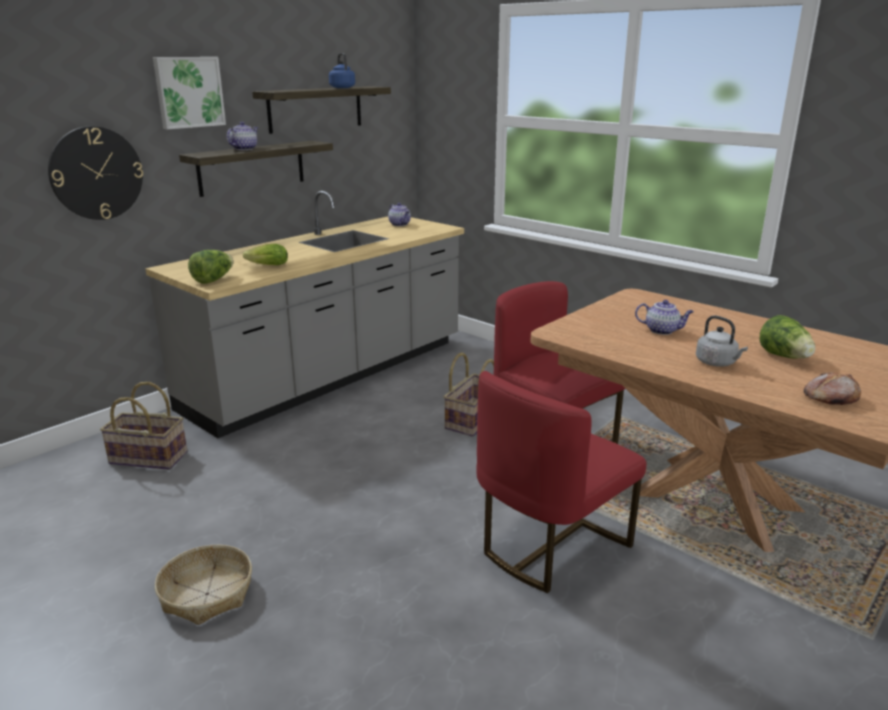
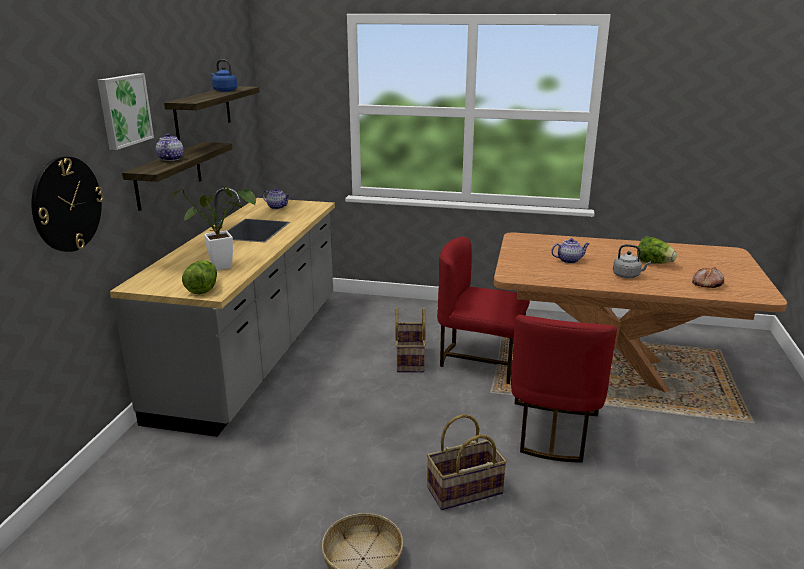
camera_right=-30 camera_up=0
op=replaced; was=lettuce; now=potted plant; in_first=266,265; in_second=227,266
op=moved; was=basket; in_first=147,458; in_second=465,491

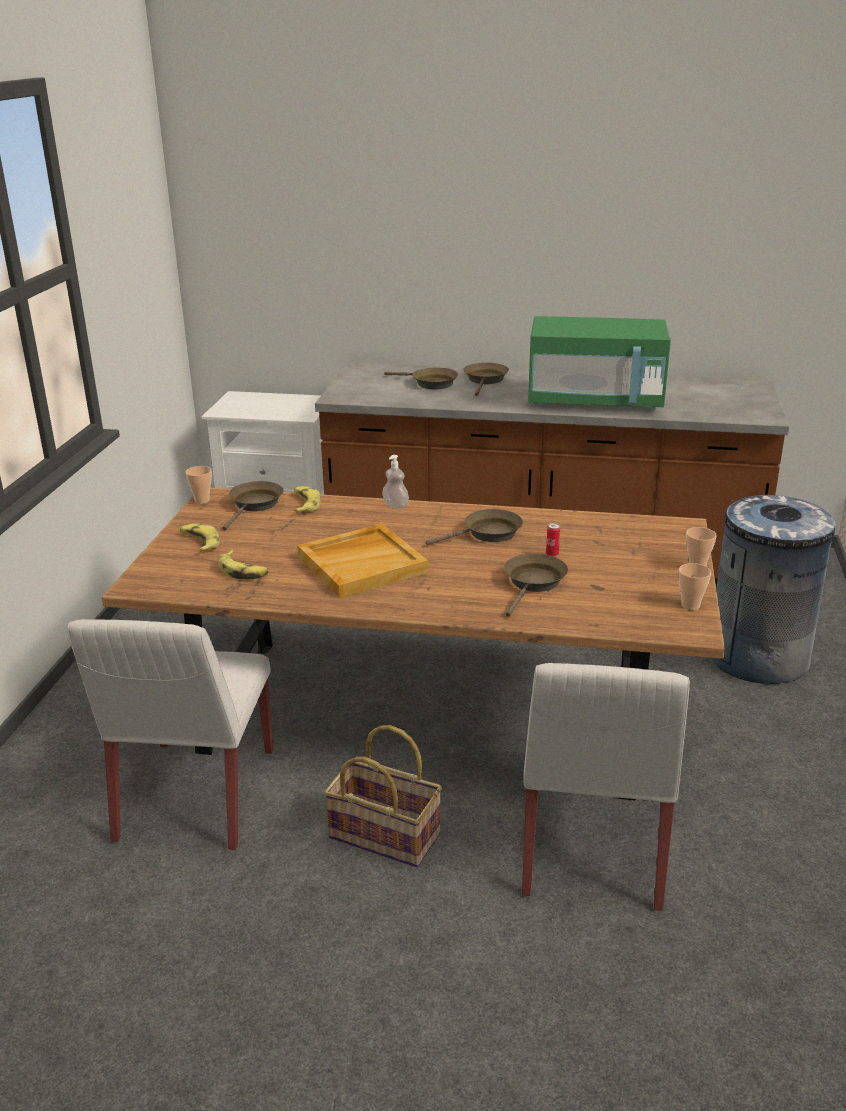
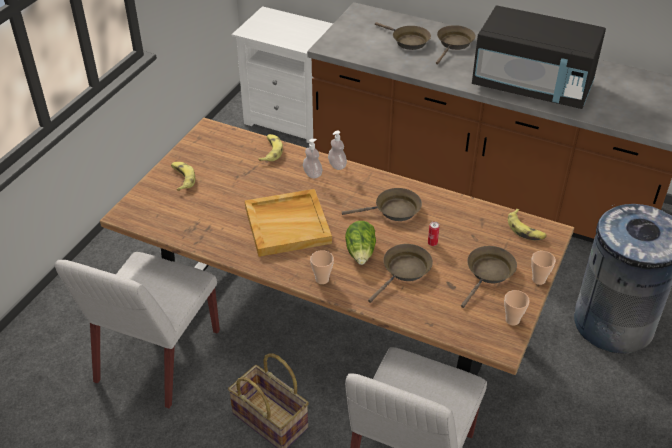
camera_right=15 camera_up=15
op=recoloured; was=microwave/green; now=microwave/black; in_first=595,401; in_second=532,86
op=moved; was=cup; in_first=202,500; in_second=322,279
op=moved; was=frying pan/brown; in_first=255,505; in_second=488,273
op=moved; was=banana; in_first=243,571; in_second=525,230
op=added; now=soap dispenser; in_second=312,174
op=added; now=lettuce; in_second=361,252

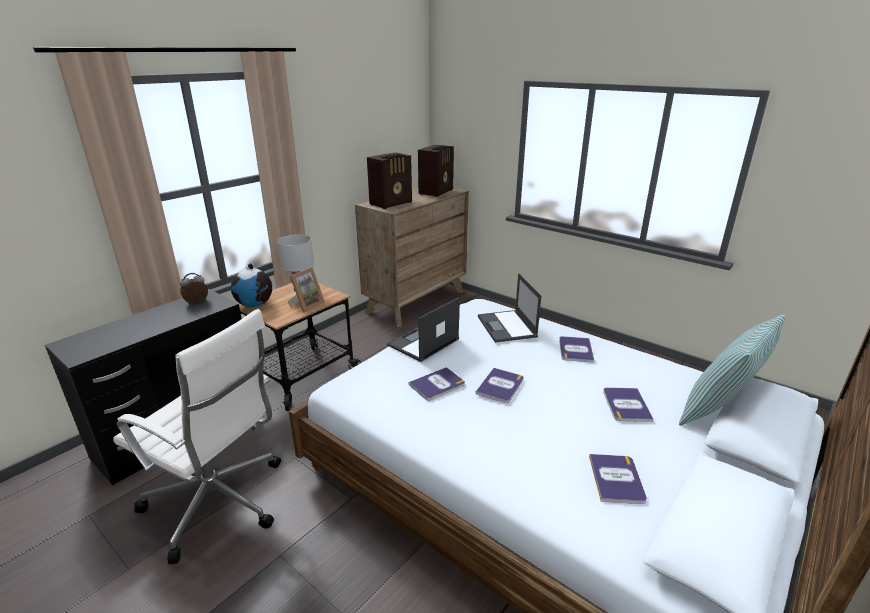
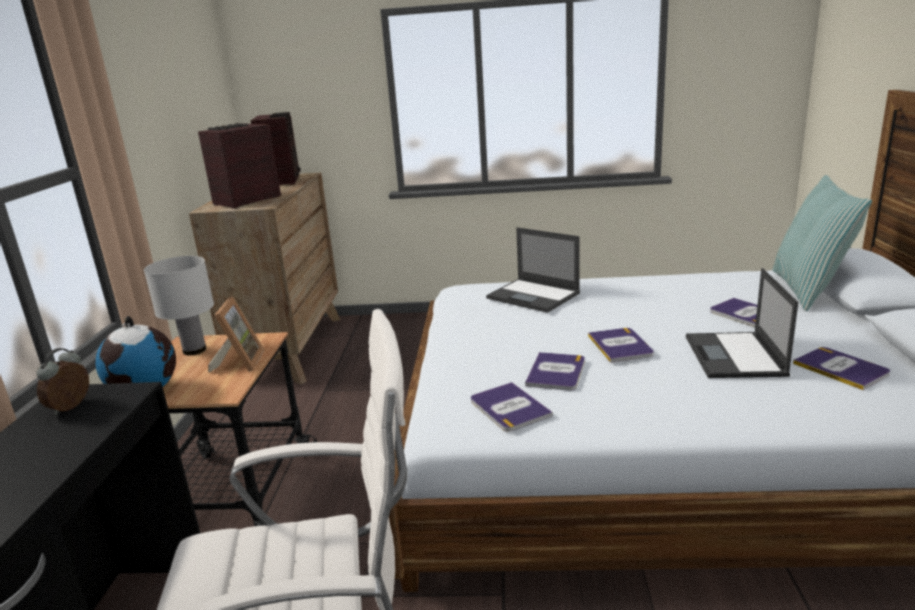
camera_right=-35 camera_up=-5
op=turned; was=radio; in_first=392,203; in_second=245,201; clockwise=-150
op=moved; was=laptop; in_first=423,342; in_second=735,356
op=moved; was=book; in_first=575,350; in_second=509,408

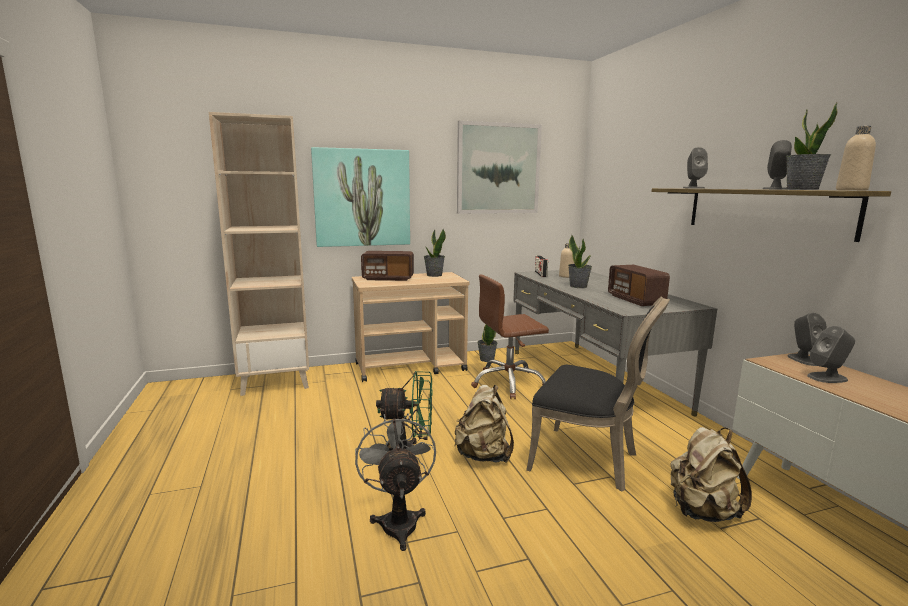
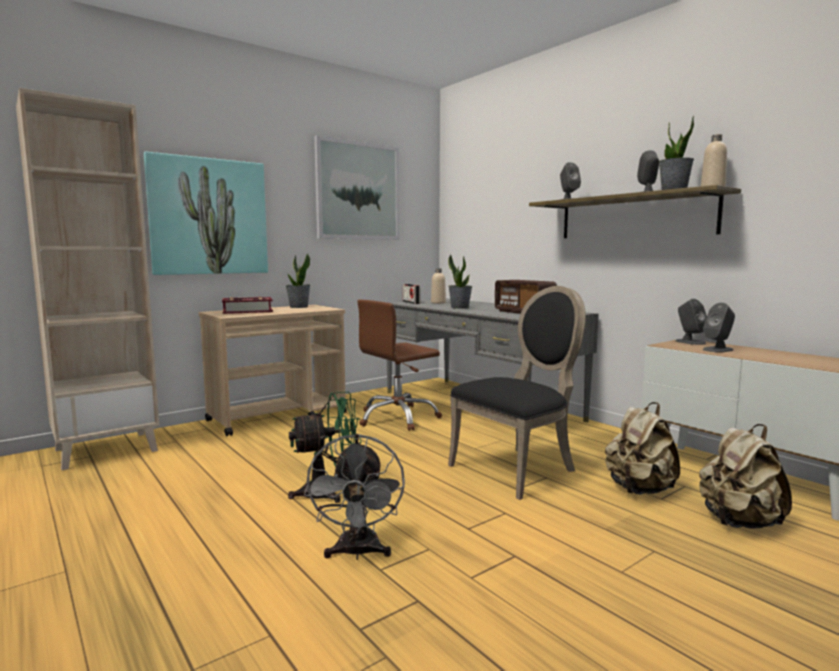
camera_right=-20 camera_up=-5
op=replaced; was=radio; now=book; in_first=388,278; in_second=247,311
op=turned; was=chair/black; in_first=588,460; in_second=518,468; clockwise=-45
op=removed; was=potted plant; in_first=486,359
op=moved; was=backpack/beige; in_first=483,456; in_second=739,522
op=turned; was=fan/grey; in_first=398,520; in_second=357,553; clockwise=-150

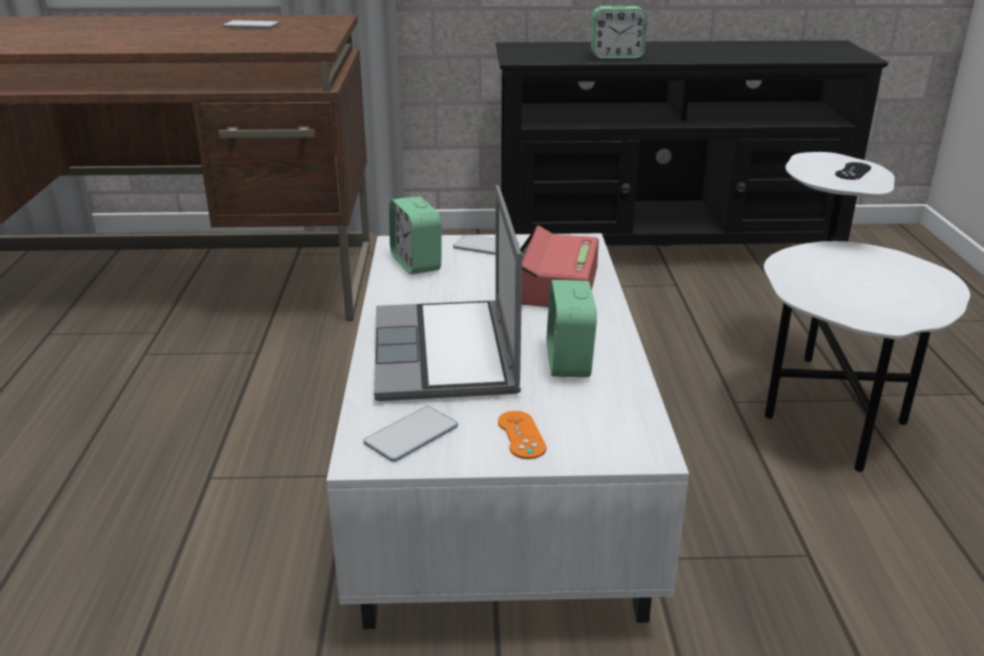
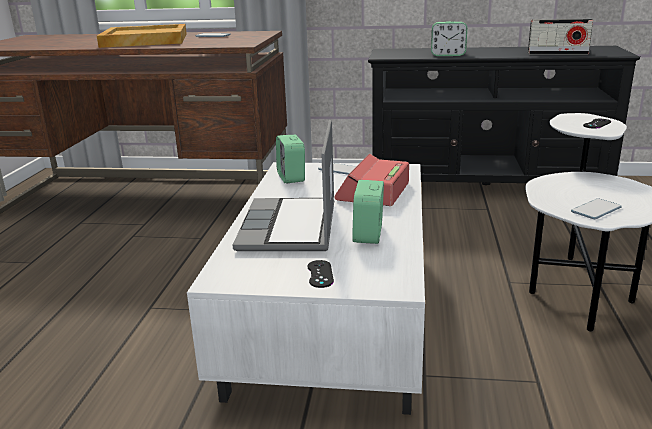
camera_right=10 camera_up=-5
op=moved; was=phone; in_first=411,435; in_second=596,210
op=recoloured; was=game controller/orange; now=game controller/black; in_first=521,435; in_second=320,274
op=added; now=radio; in_second=557,53
op=added; now=tray/beige; in_second=144,40

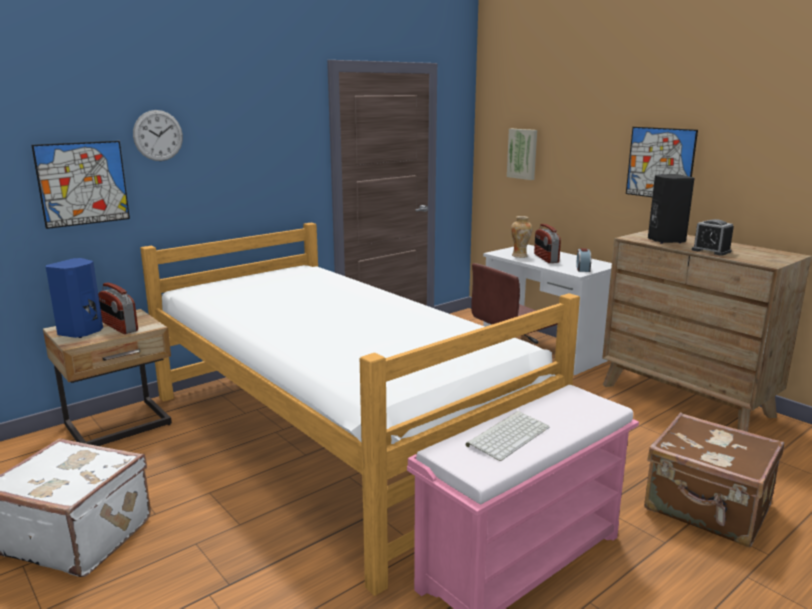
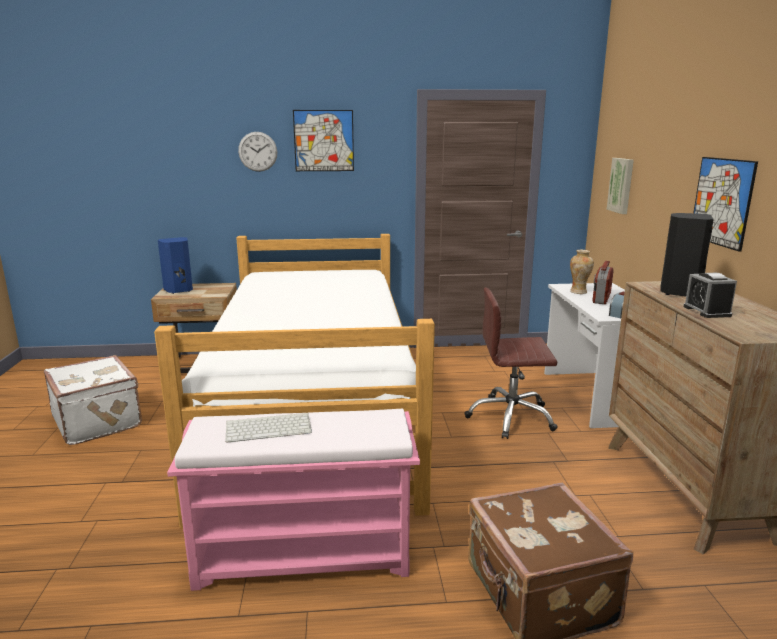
camera_right=35 camera_up=0
op=moved; was=picture; in_first=83,183; in_second=323,141
op=removed; was=radio; in_first=119,327

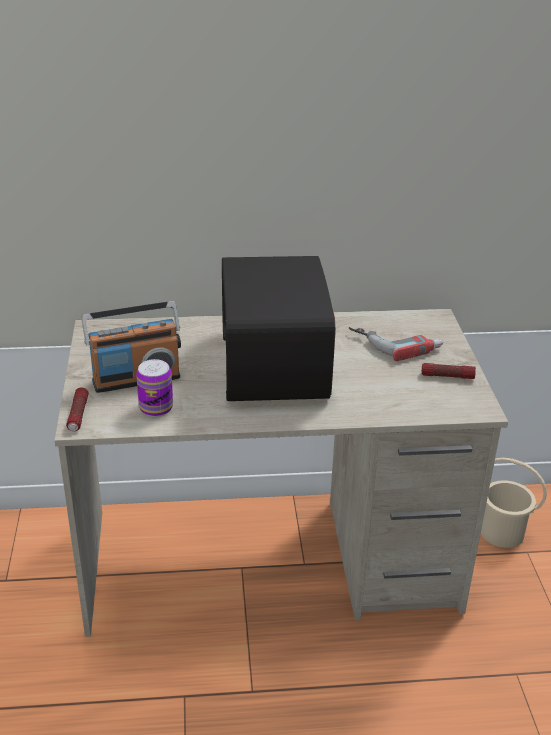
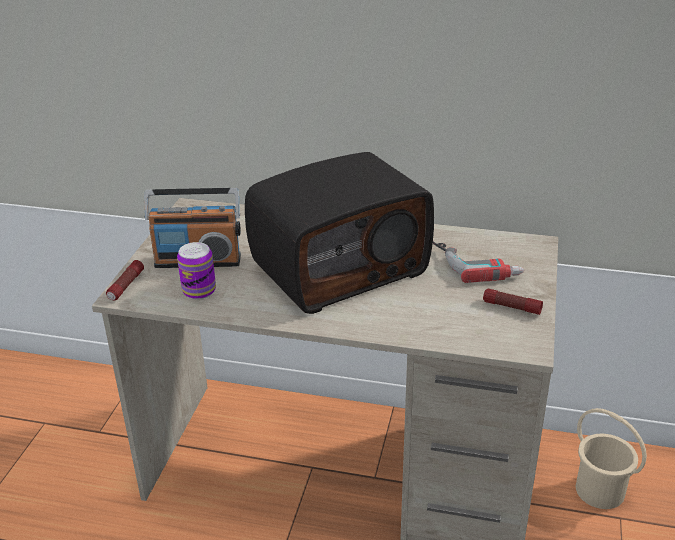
camera_right=20 camera_up=0
op=turned; was=radio; in_first=277,365; in_second=339,268; clockwise=-135

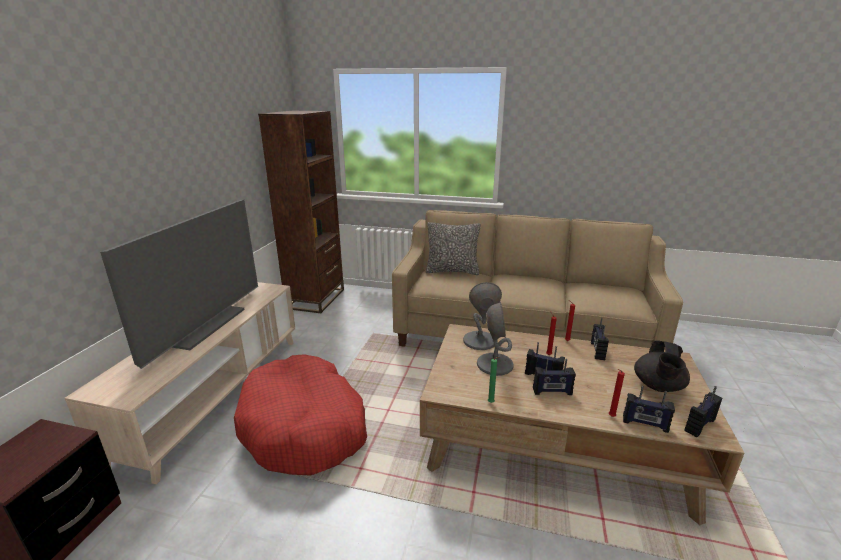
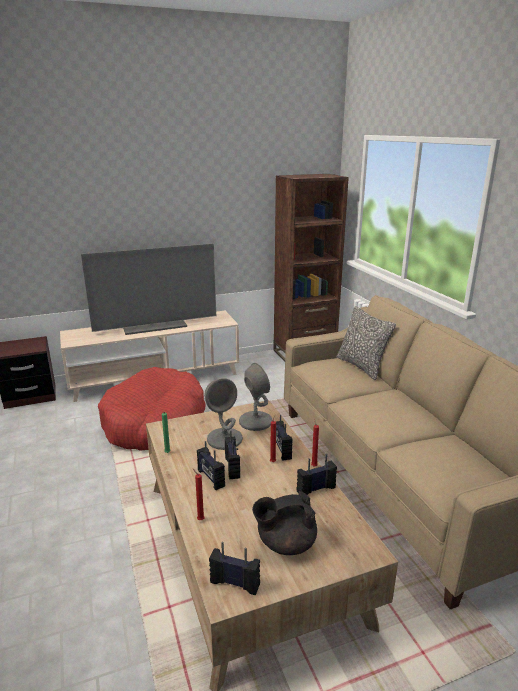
camera_right=55 camera_up=0
op=moved; was=radio; in_first=645,424; in_second=281,450

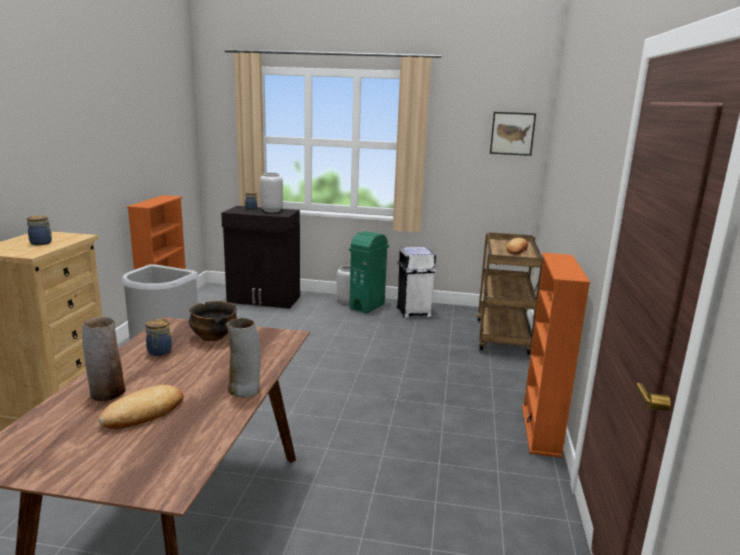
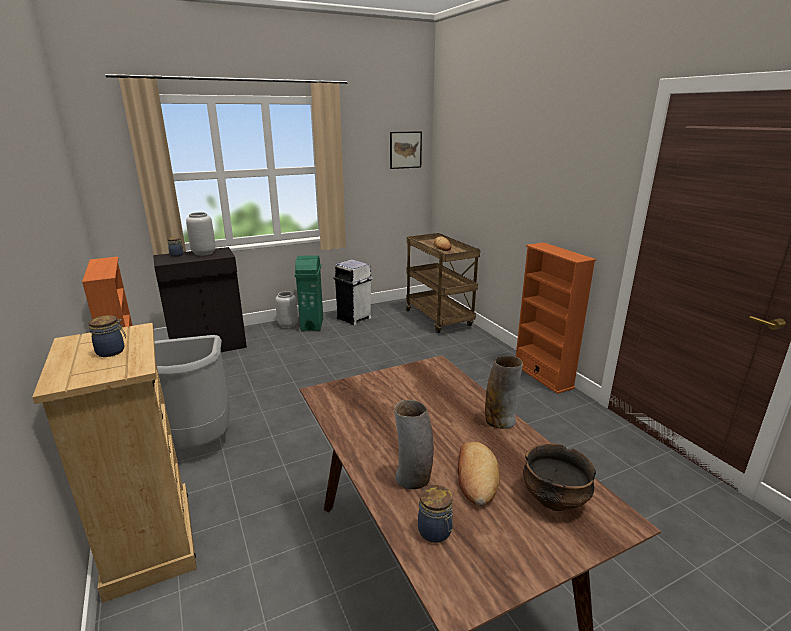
camera_right=-35 camera_up=5
op=moved; was=bowl; in_first=213,337; in_second=554,499
op=moved; was=jar; in_first=159,352; in_second=435,532

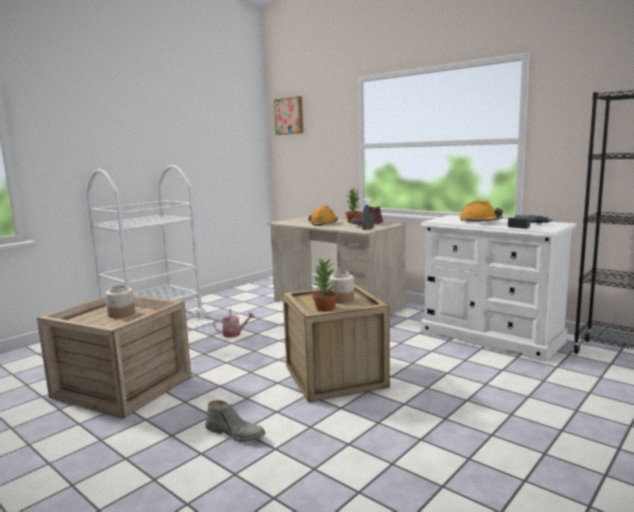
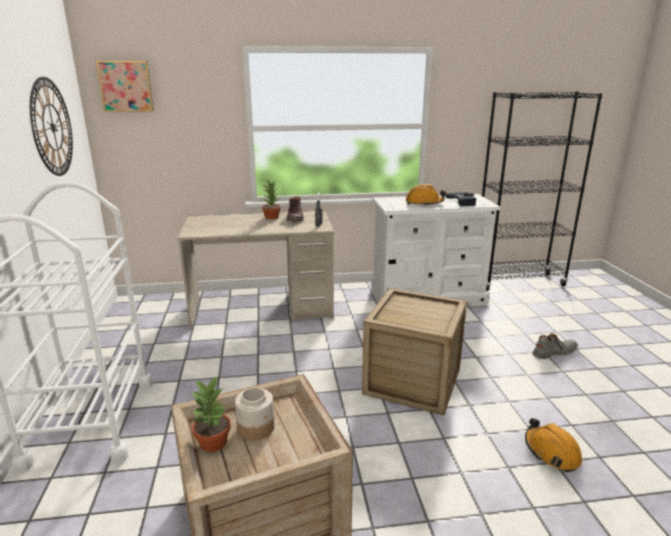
camera_right=-50 camera_up=10
op=moved; was=hard hat/orange; in_first=323,223; in_second=551,452
op=moved; was=potted plant; in_first=325,308; in_second=214,443
op=removed; was=jar; in_first=341,300
op=removed; was=watering can; in_first=234,334
op=moved; was=boot/grey; in_first=236,433; in_second=553,352
op=added; now=wall clock; in_second=52,127

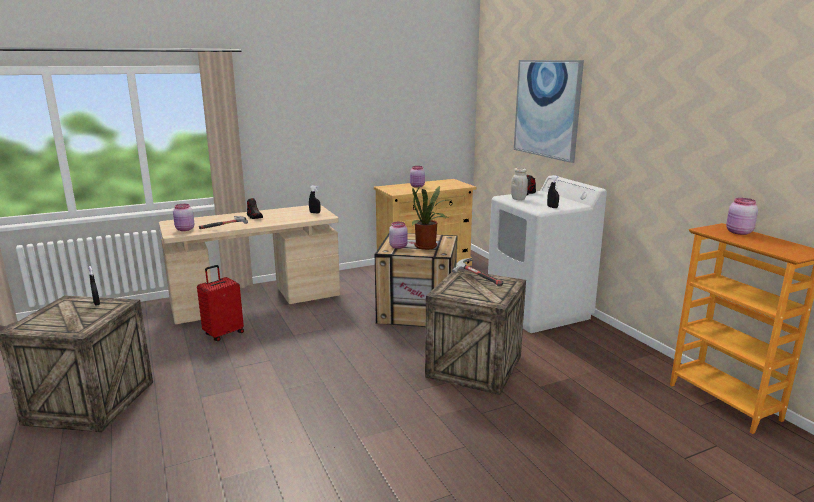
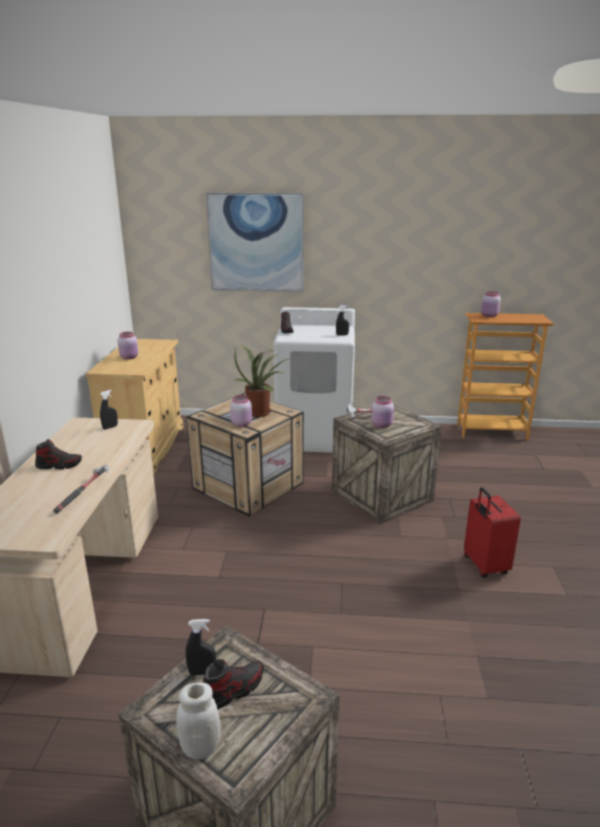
camera_right=-60 camera_up=5
op=moved; was=jar/white; in_first=518,199; in_second=200,748
op=moved; was=jar/pink; in_first=185,229; in_second=382,425
op=moved; was=suitcase/red; in_first=223,333; in_second=484,566
op=added; now=shoe; in_second=232,690

